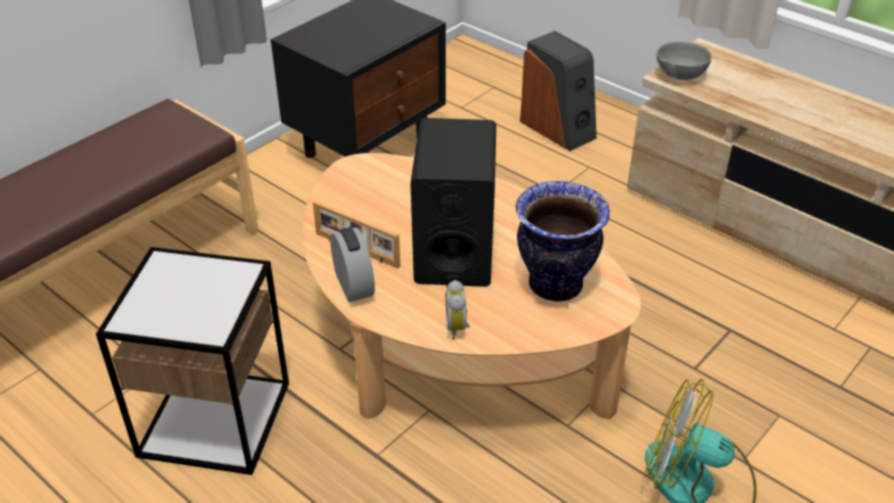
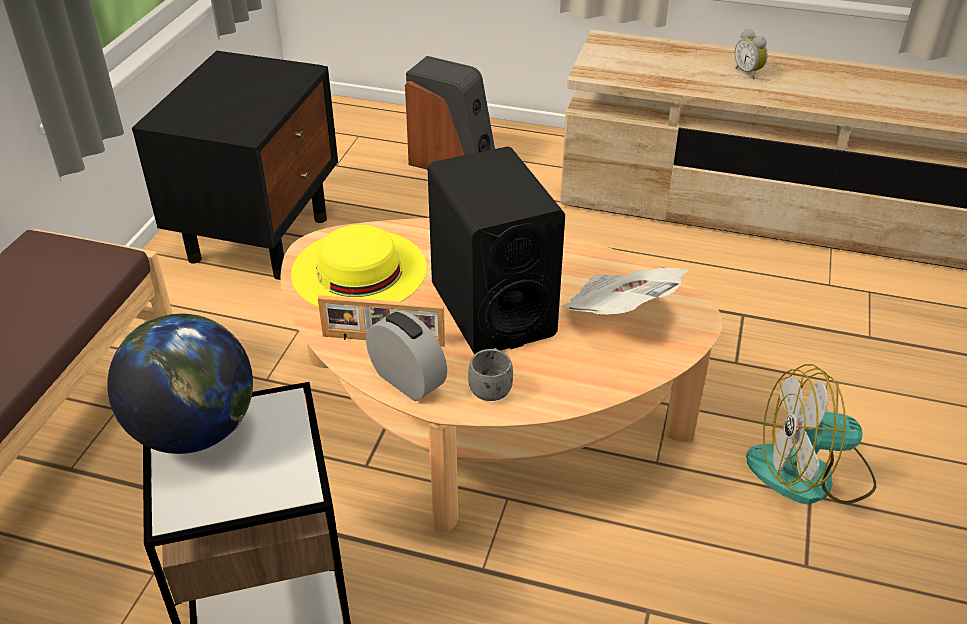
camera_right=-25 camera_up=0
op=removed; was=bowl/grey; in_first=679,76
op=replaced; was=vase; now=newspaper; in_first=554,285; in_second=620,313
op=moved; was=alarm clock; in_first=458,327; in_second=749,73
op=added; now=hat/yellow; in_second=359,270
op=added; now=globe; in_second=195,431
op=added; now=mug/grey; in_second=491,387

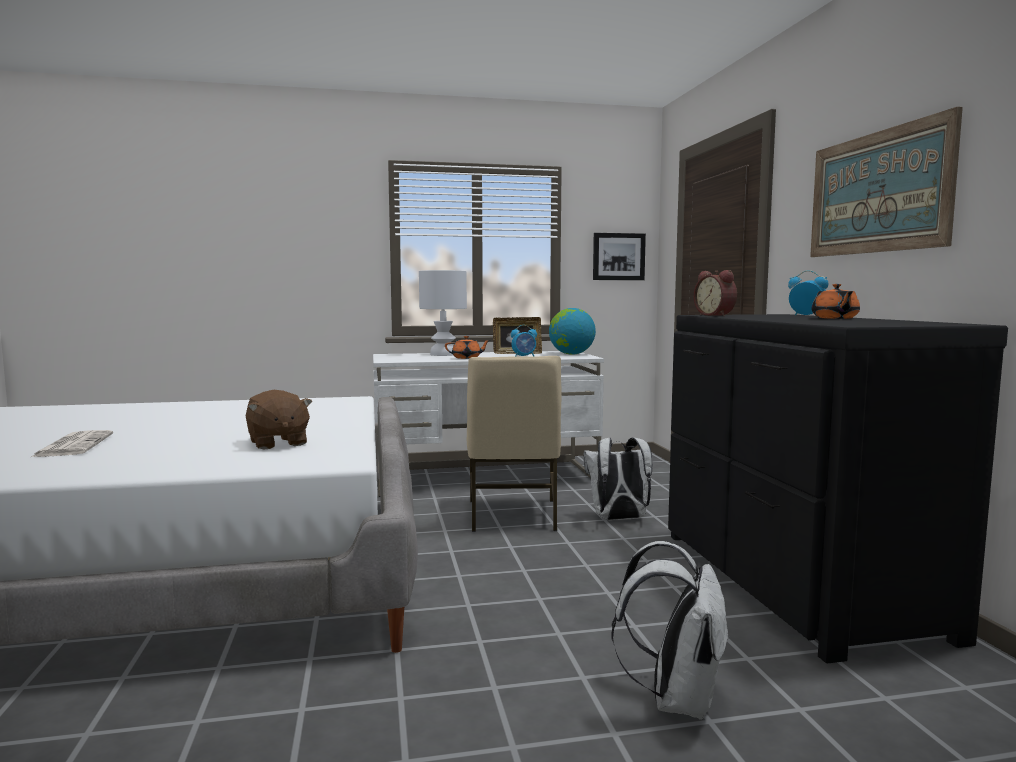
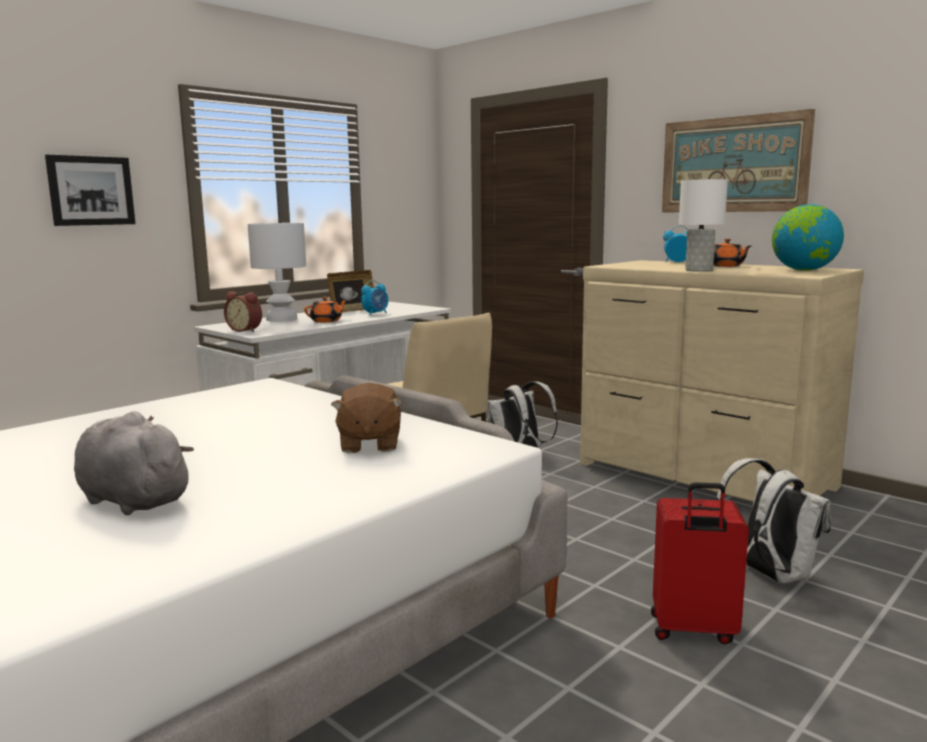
camera_right=-35 camera_up=5
op=moved; was=picture; in_first=618,256; in_second=91,191
op=moved; was=alarm clock; in_first=716,315; in_second=246,330
op=moved; was=globe; in_first=571,354; in_second=803,270
op=recoloured; was=dresser/black; now=dresser/beige; in_first=791,582; in_second=702,476
op=turned; was=plush toy/brown; in_first=277,443; in_second=369,444; clockwise=60
op=replaced; was=newspaper; now=plush toy/grey; in_first=74,445; in_second=131,500
op=added; now=table lamp/white; in_second=699,270
op=added; now=suitcase/red; in_second=692,630

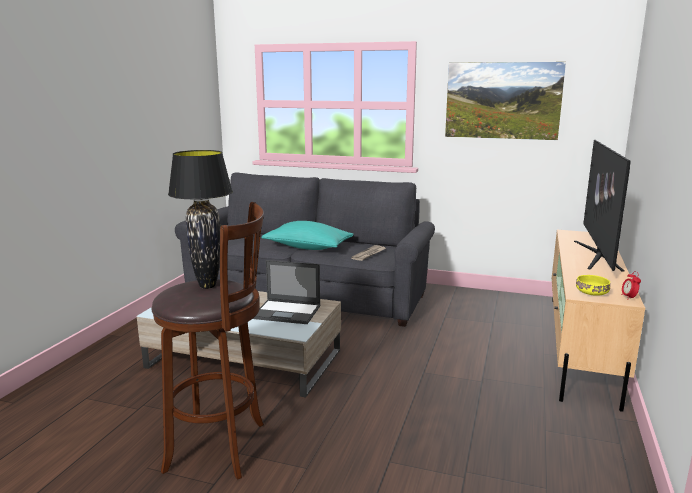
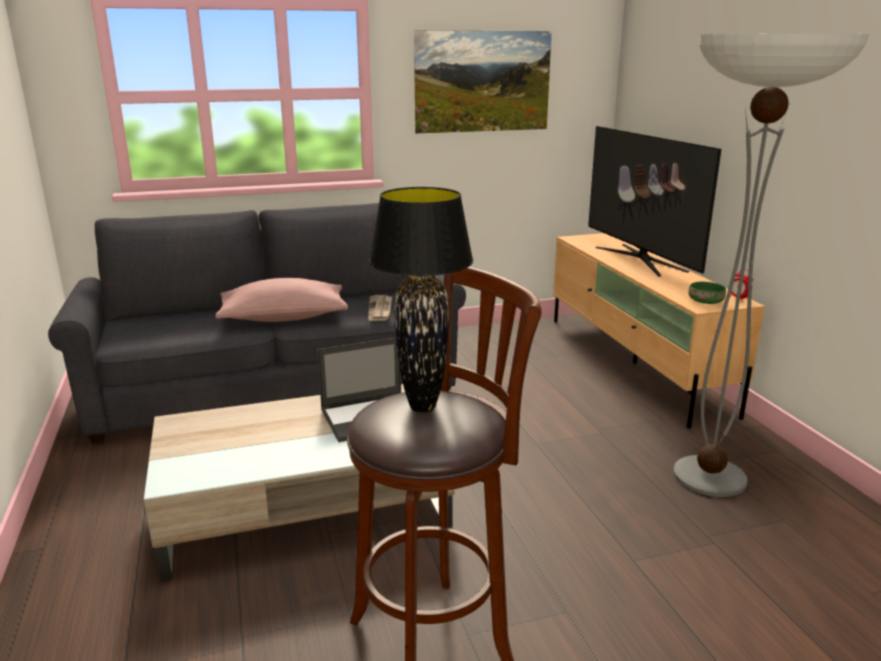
camera_right=-35 camera_up=5
op=recoloured; was=pillow/turquoise; now=pillow/pink; in_first=308,247; in_second=284,318
op=recoloured; was=bowl/yellow; now=bowl/green; in_first=592,293; in_second=706,302
op=added; now=floor lamp; in_second=709,477

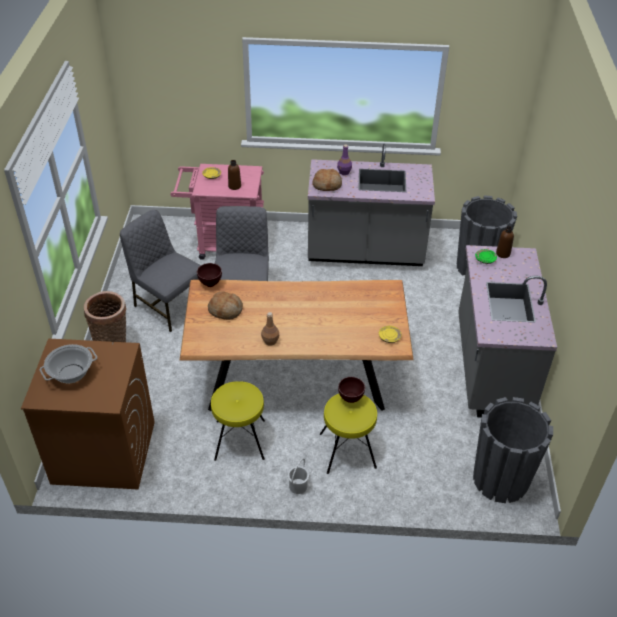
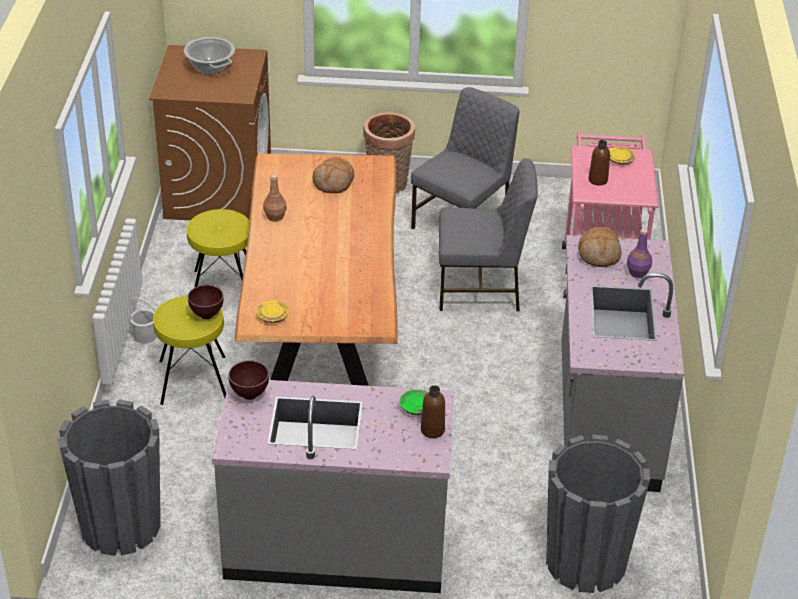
camera_right=90 camera_up=-5
op=moved; was=bowl/brown; in_first=210,284; in_second=249,395

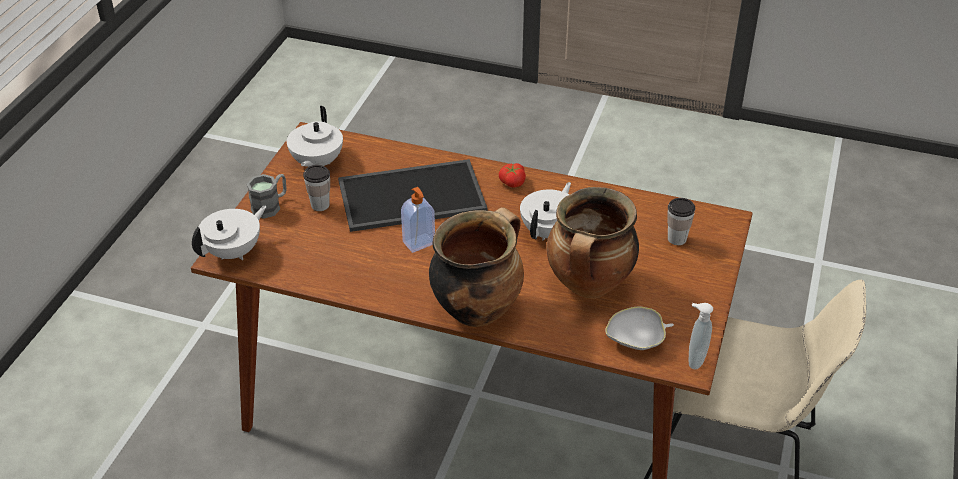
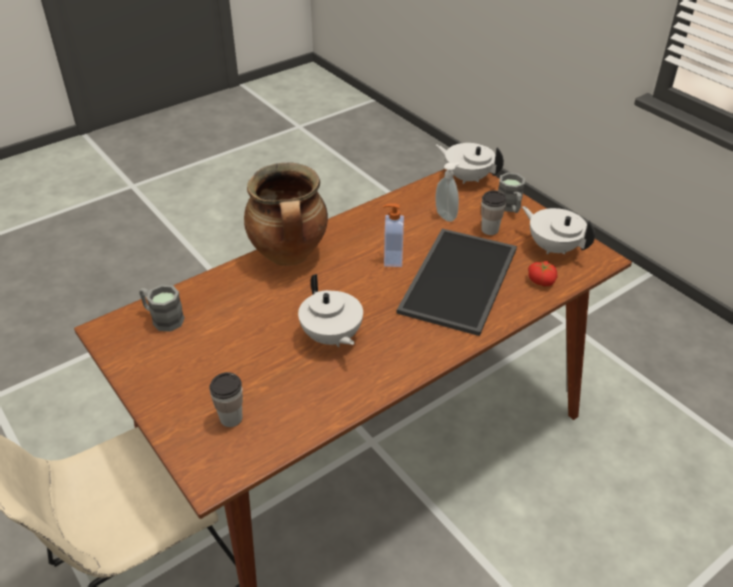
camera_right=125 camera_up=0
op=moved; was=tomato; in_first=511,182; in_second=542,280
op=removed; was=cooking pot; in_first=589,286
op=turned; was=teapot/white; in_first=234,252; in_second=467,177; clockwise=135
op=moved; was=soap dispenser; in_first=694,359; in_second=447,216
op=replaced; was=bowl/white; now=mug/grey; in_first=637,339; in_second=163,318

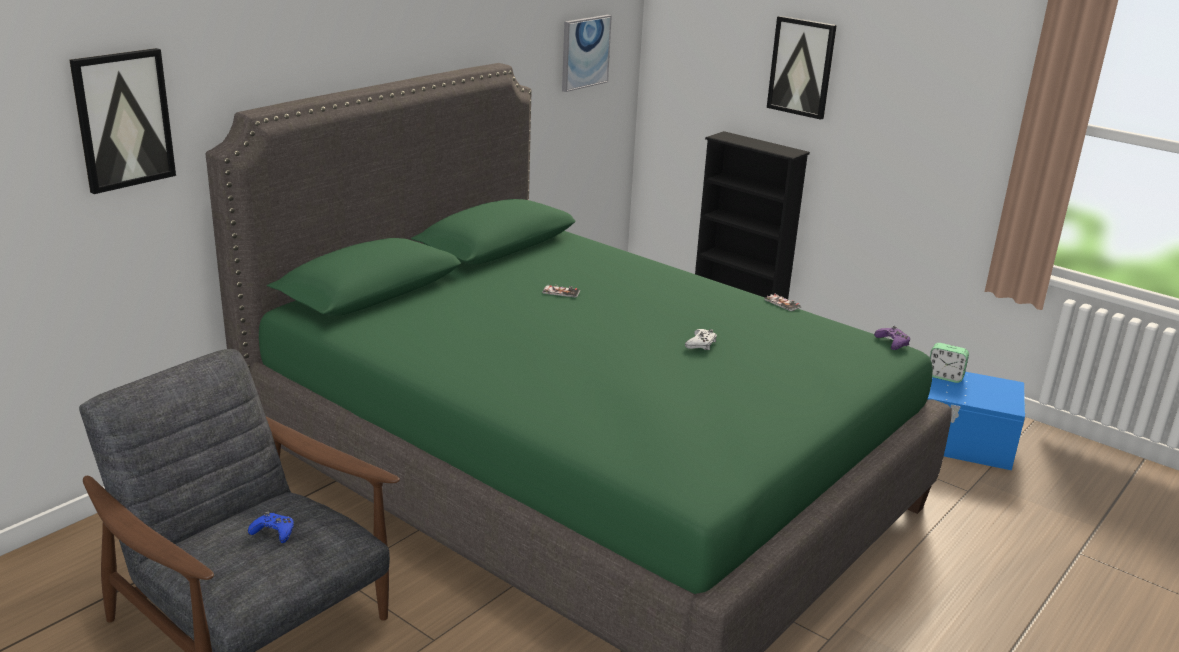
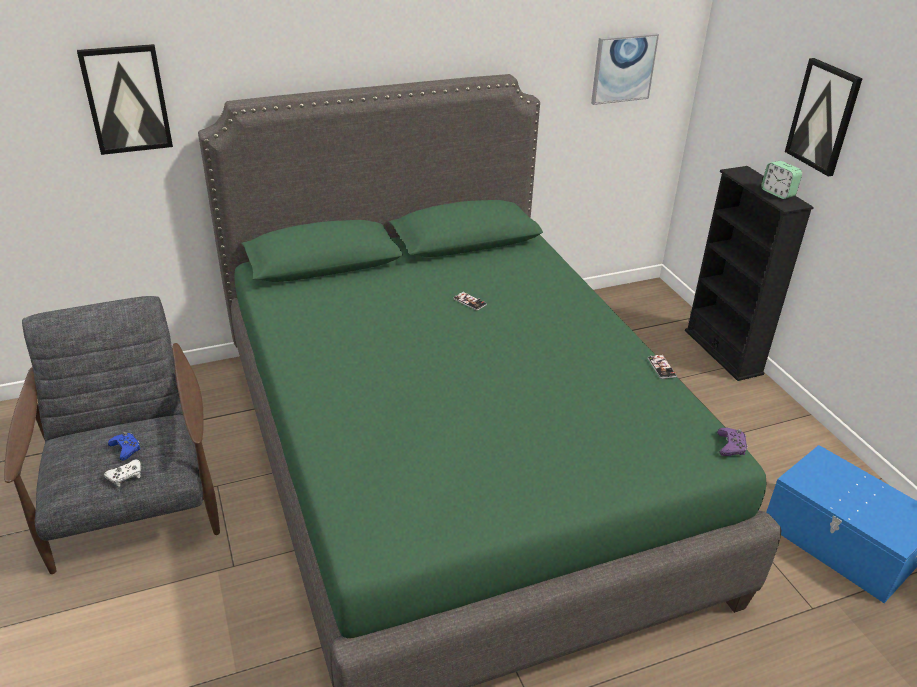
camera_right=30 camera_up=10
op=moved; was=game controller/white; in_first=701,344; in_second=125,476
op=moved; was=alarm clock; in_first=944,377; in_second=777,193

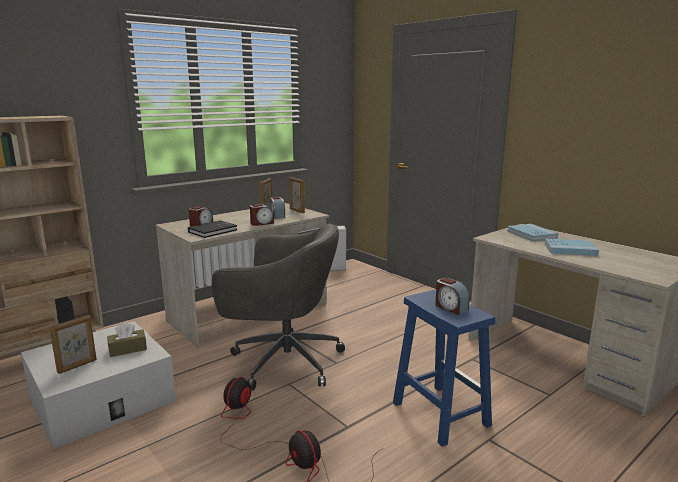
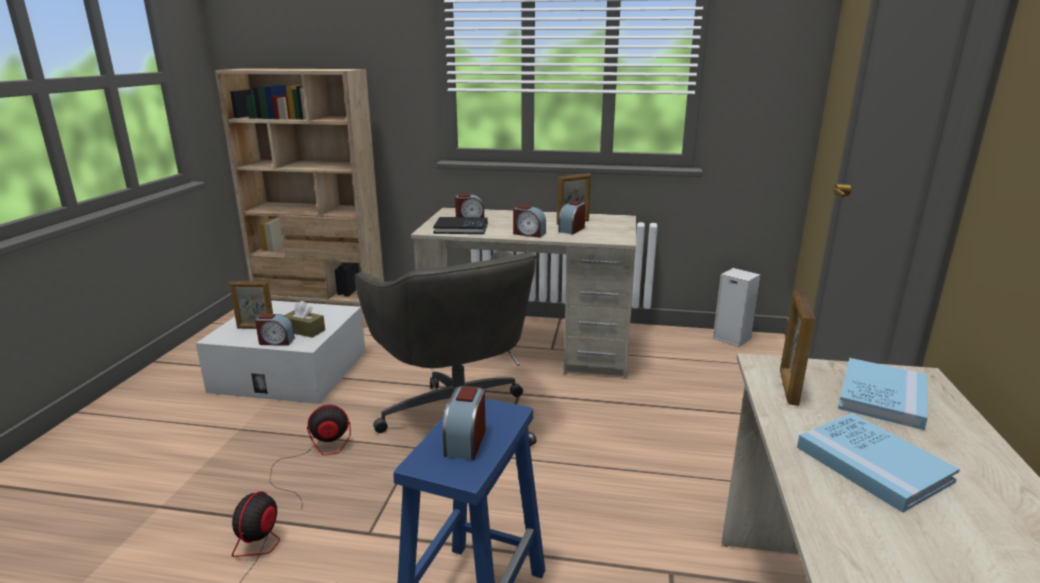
camera_right=50 camera_up=5
op=moved; was=picture frame; in_first=297,211; in_second=788,388
op=added; now=alarm clock; in_second=276,341

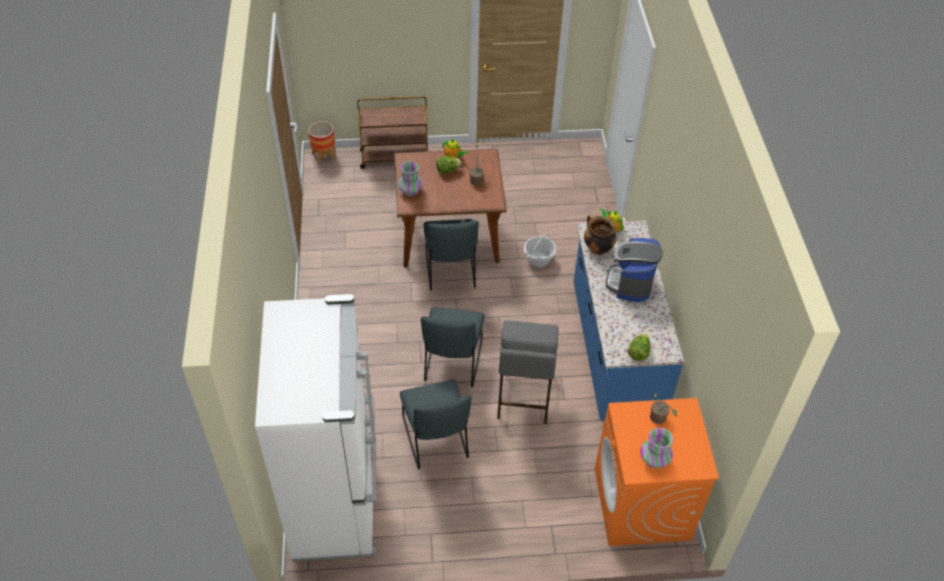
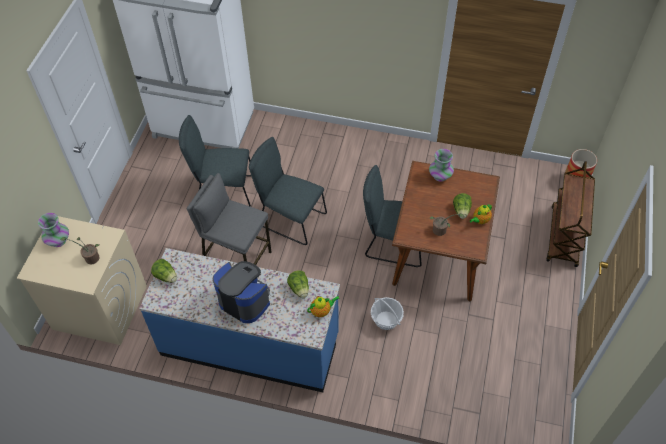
camera_right=110 camera_up=5
op=replaced; was=cooking pot; now=lettuce; in_first=597,248; in_second=299,289
op=recoloured; was=washing machine/orange; now=washing machine/beige; in_first=642,504; in_second=99,307

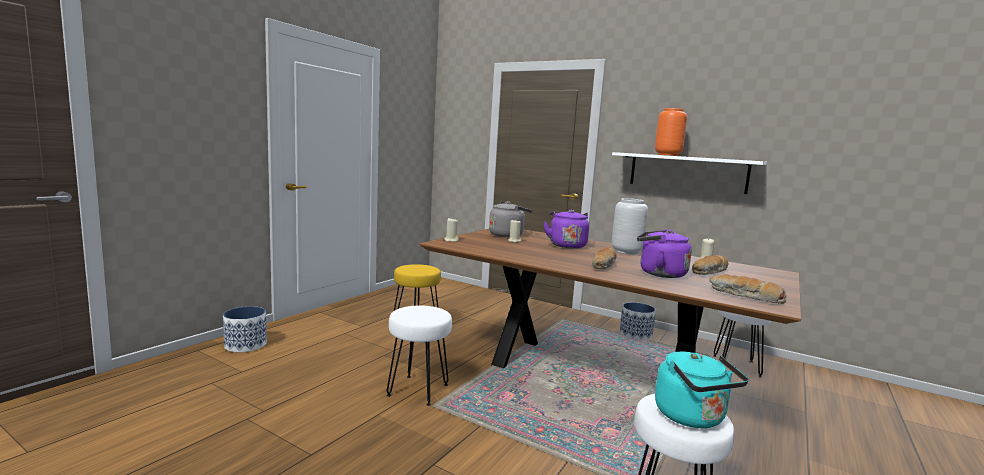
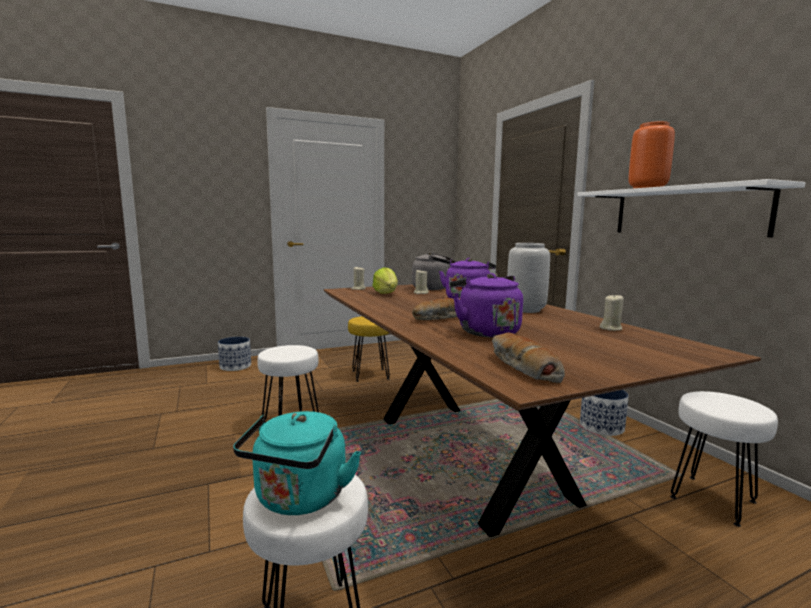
camera_right=35 camera_up=0
op=removed; was=bread; in_first=710,272
op=added; now=lettuce; in_second=386,293

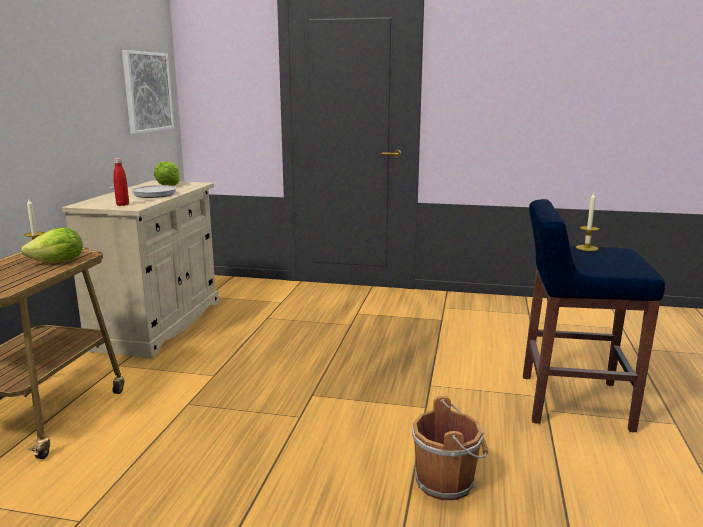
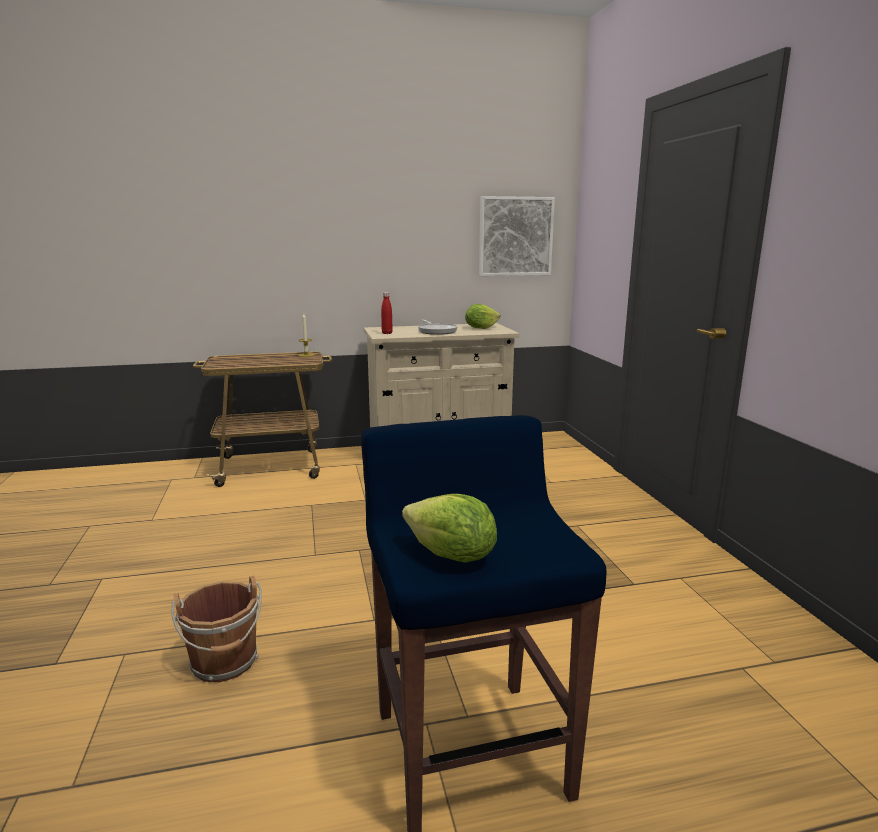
camera_right=65 camera_up=0
op=removed; was=candle; in_first=587,248
op=moved; was=lettuce; in_first=58,262; in_second=451,556

